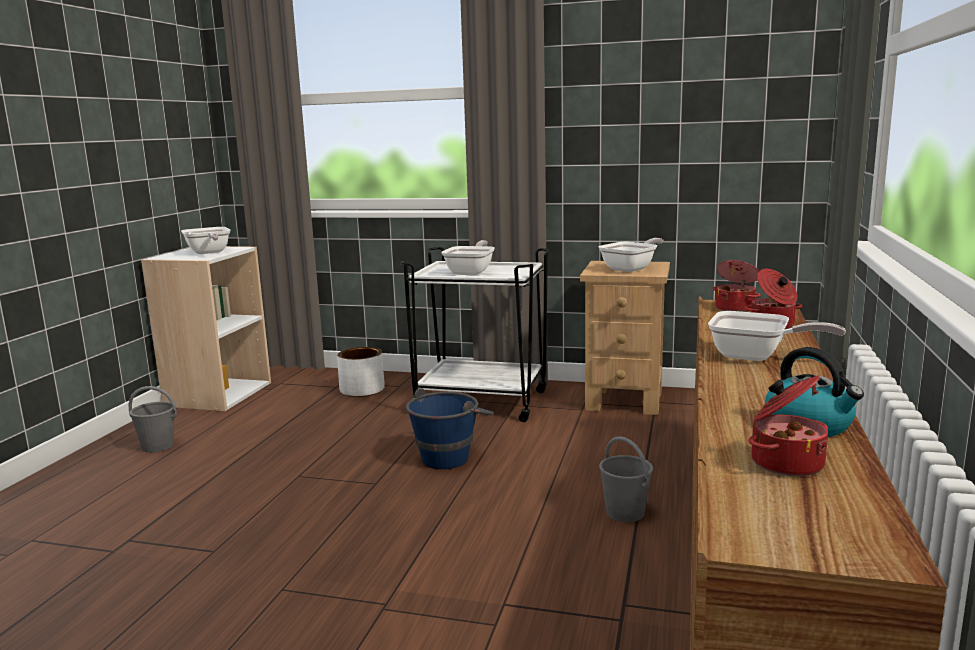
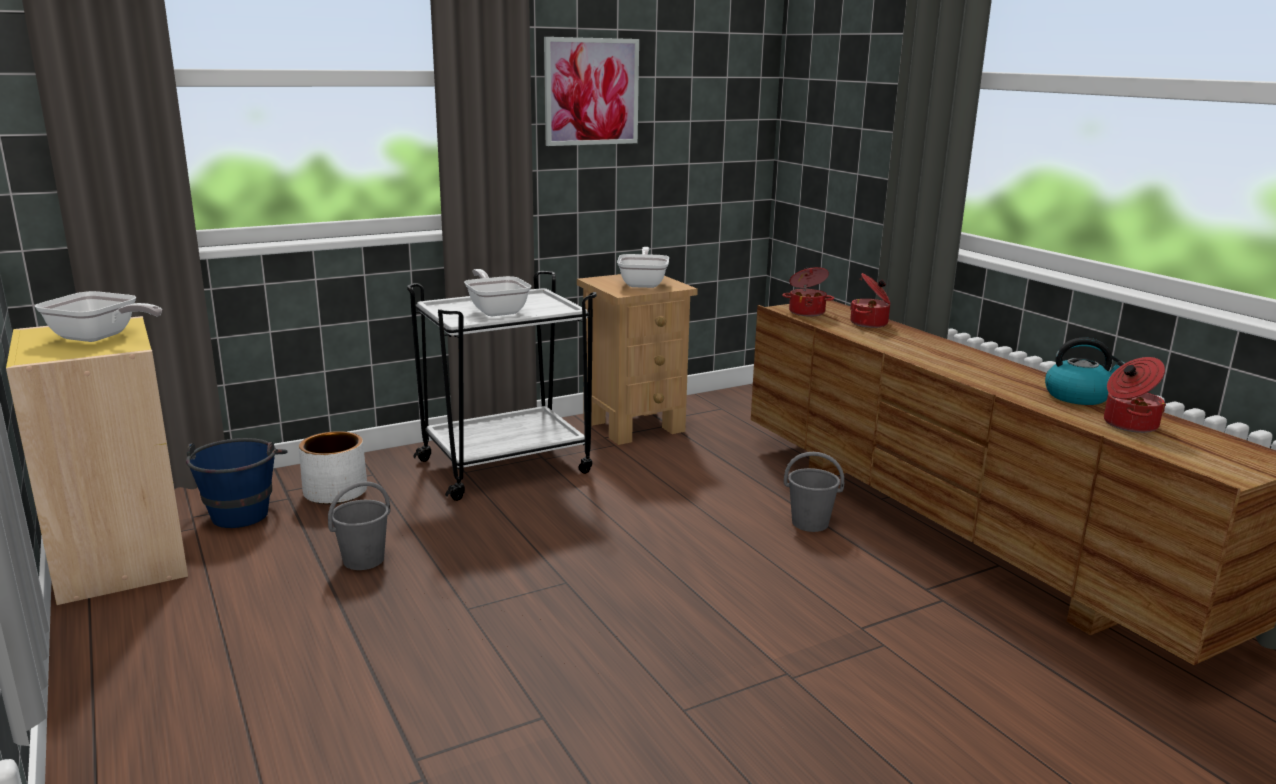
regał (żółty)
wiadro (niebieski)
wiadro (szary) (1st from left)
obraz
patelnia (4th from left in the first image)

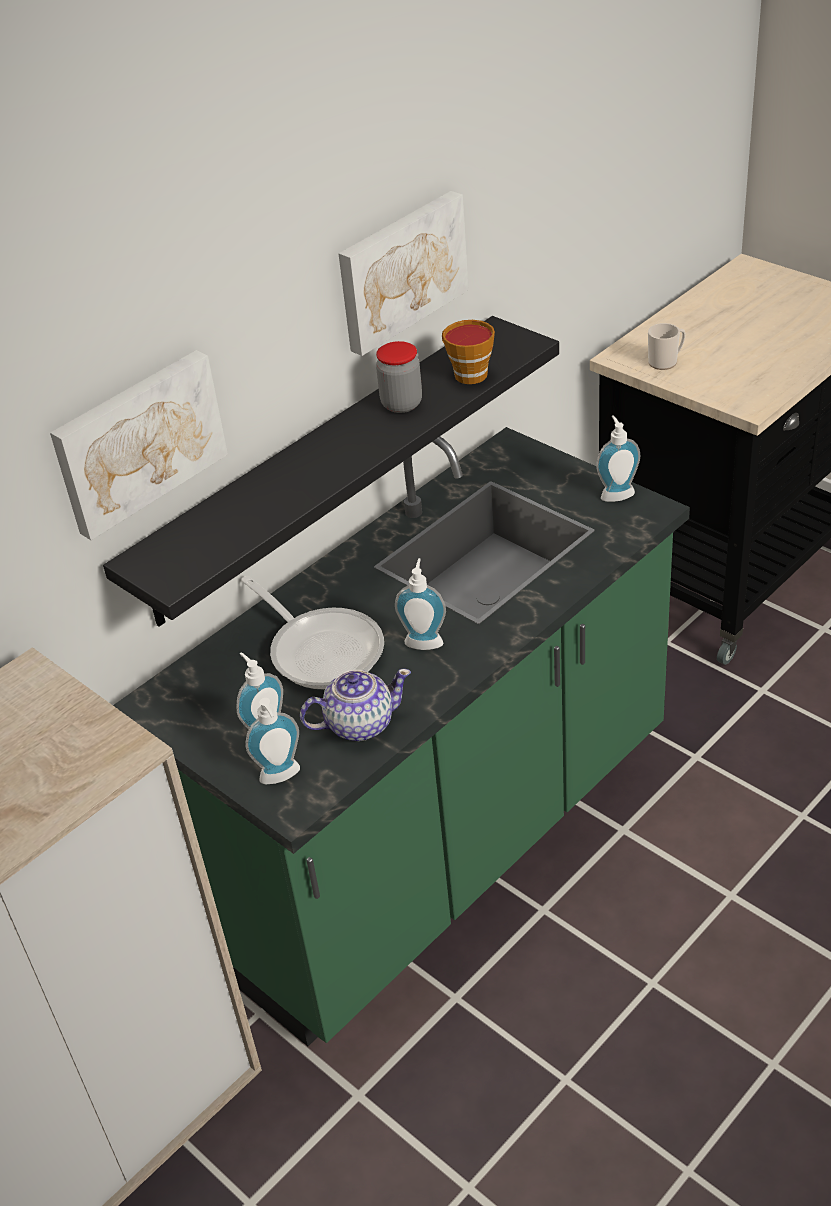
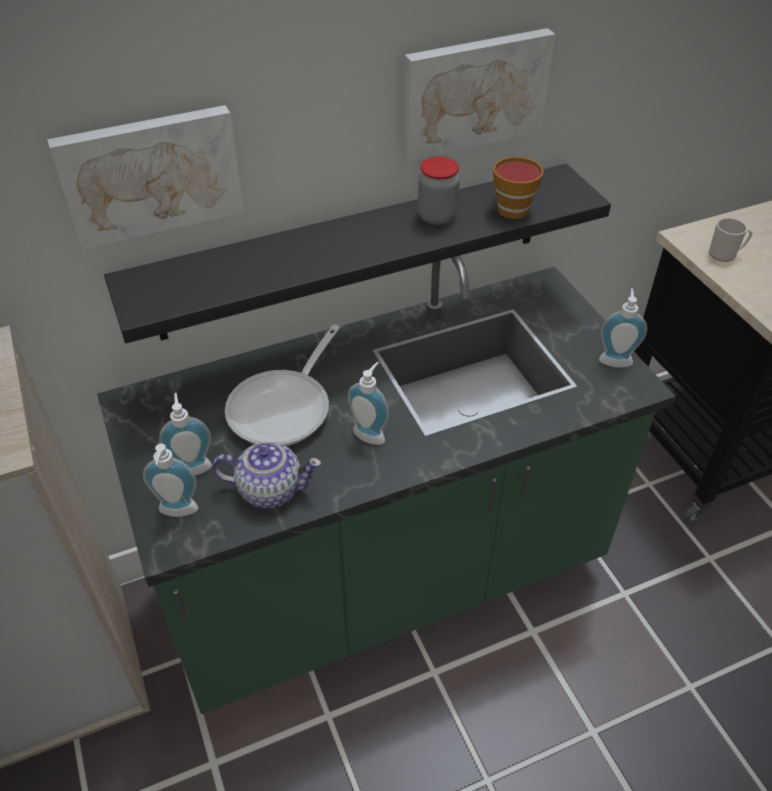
patelnia

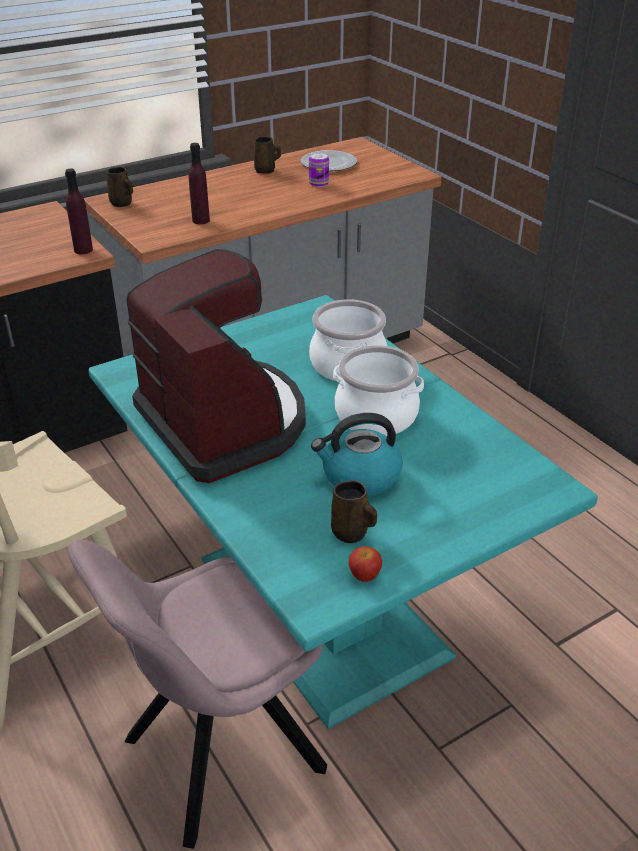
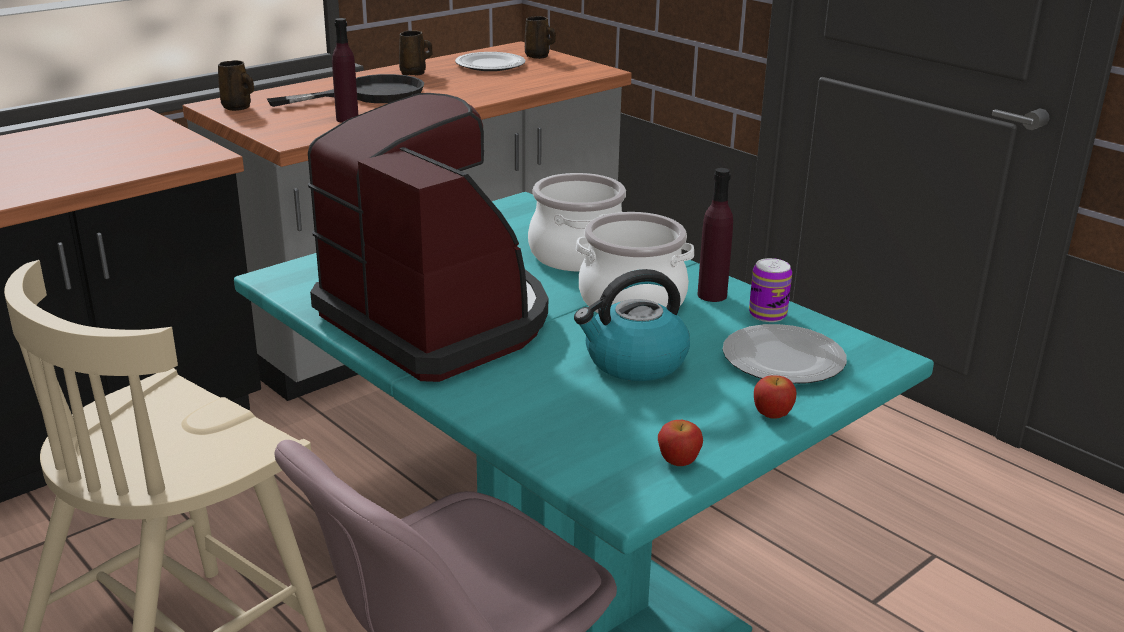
patelnia (czarny)
kubek (brązowy) (3rd from left)
butelka (fioletowy) (2nd from left)
talerz (2nd from left)
puszka
jabłko (2nd from left)

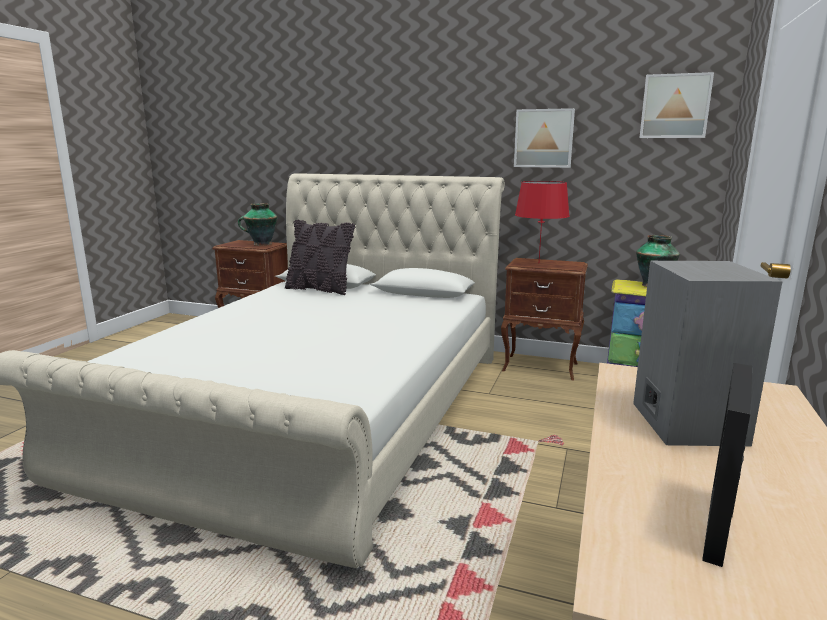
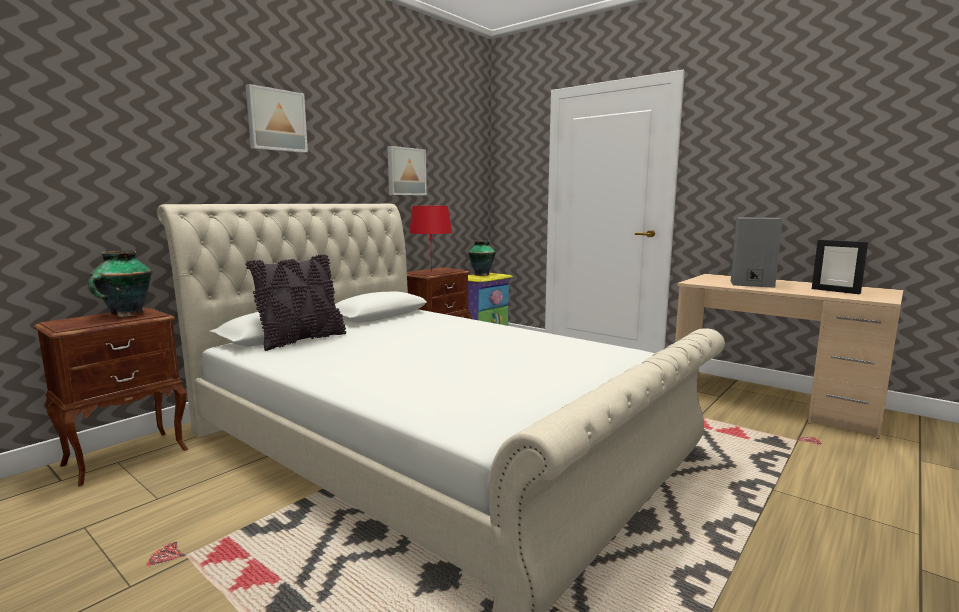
obraz (1st from left)

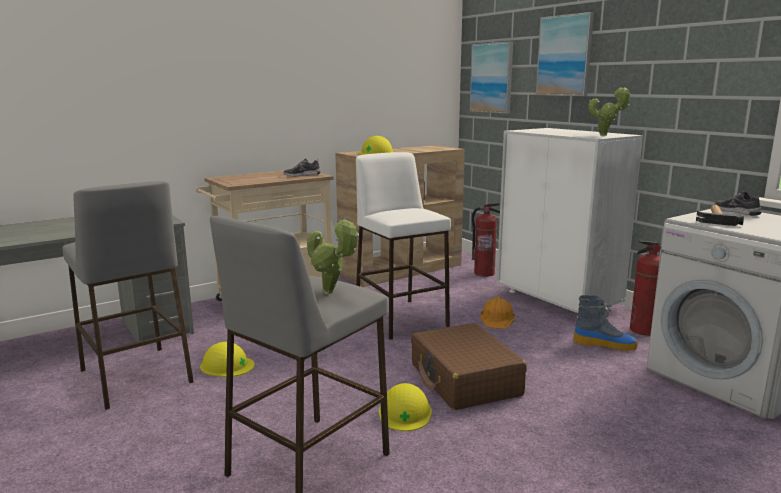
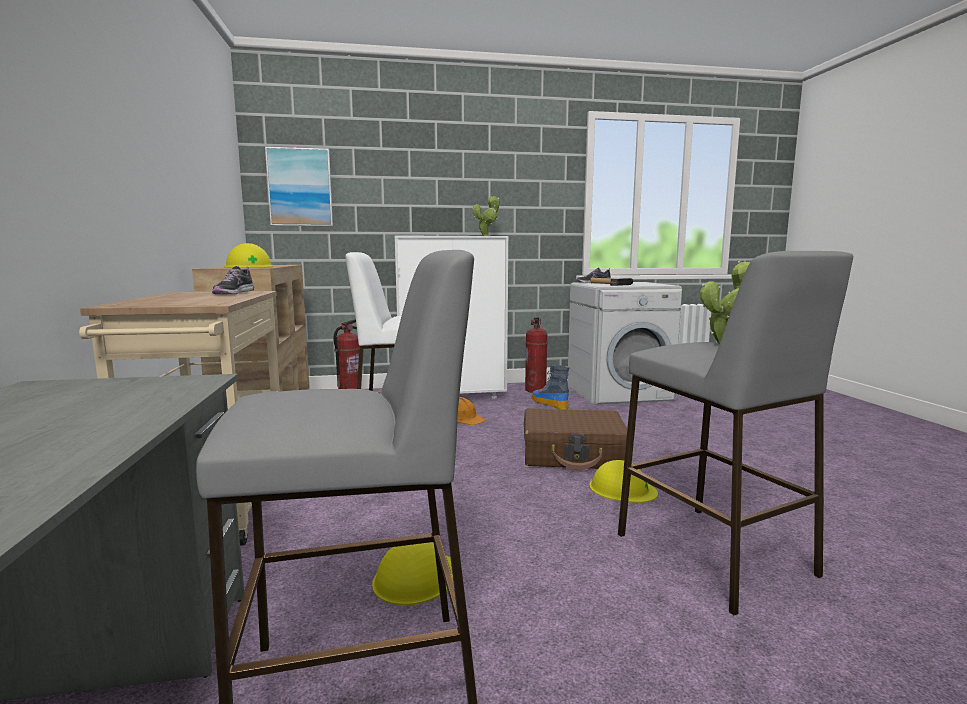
but z cholewką
obraz (2nd from left in the first image)

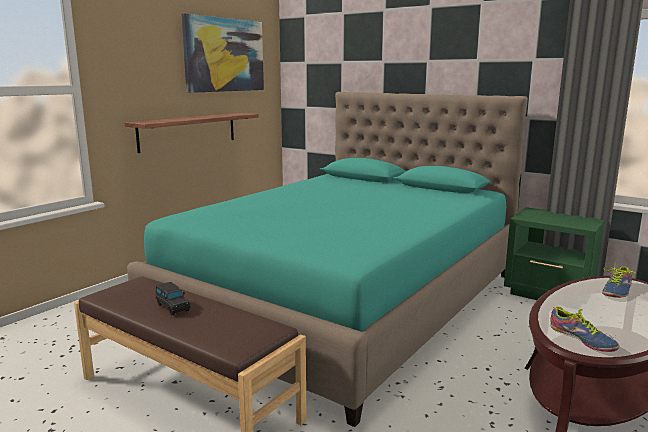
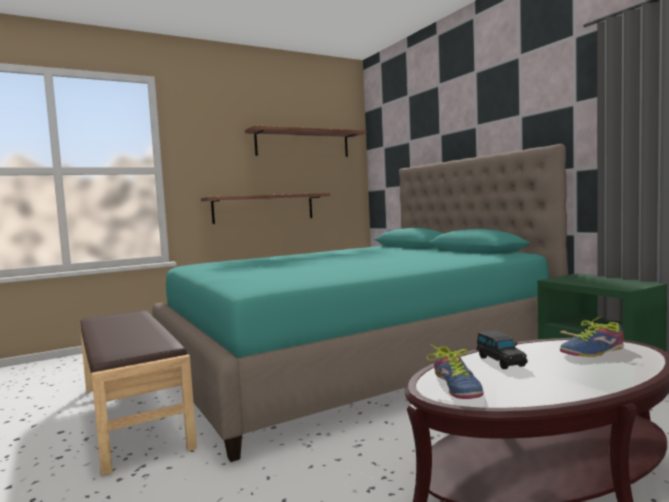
półka (2nd from left)
samochodzik (czarny)

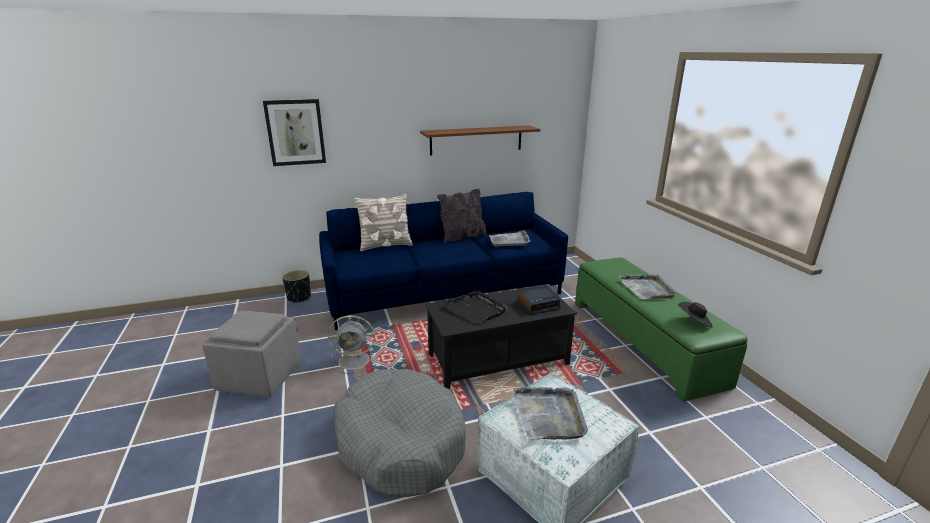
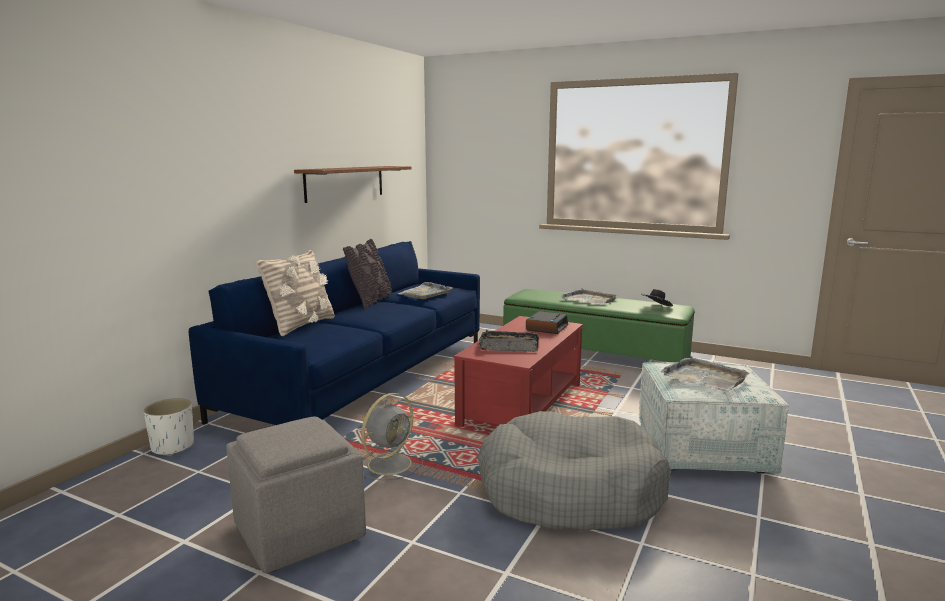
donica (biały)
ława (czerwony)
obraz

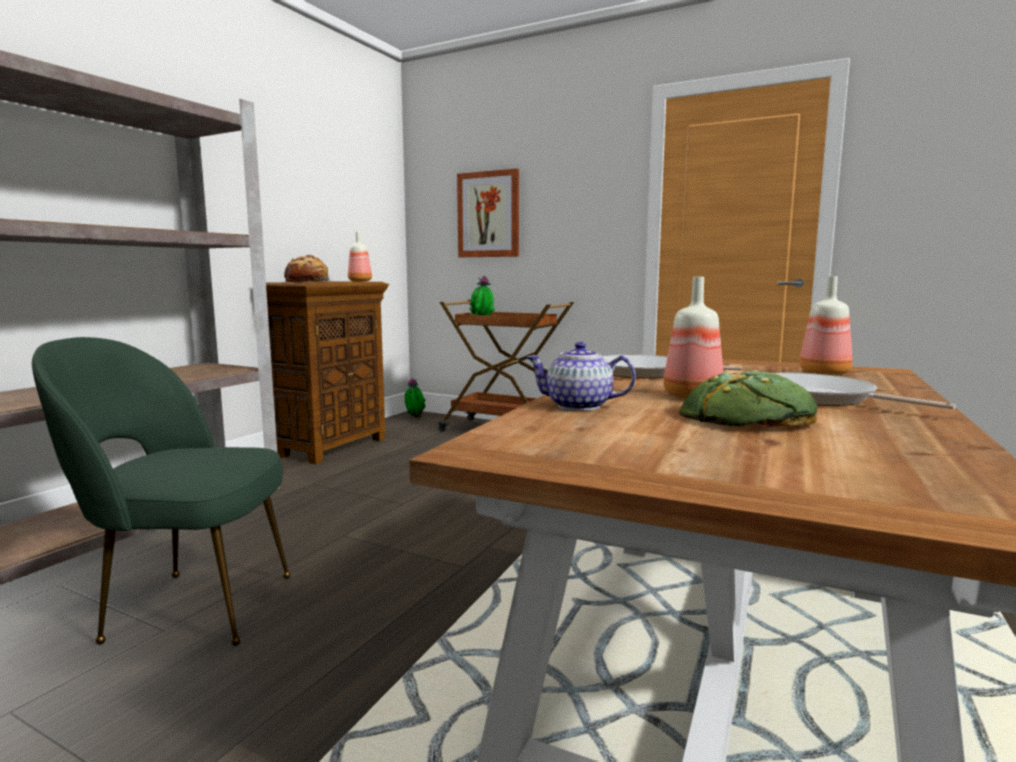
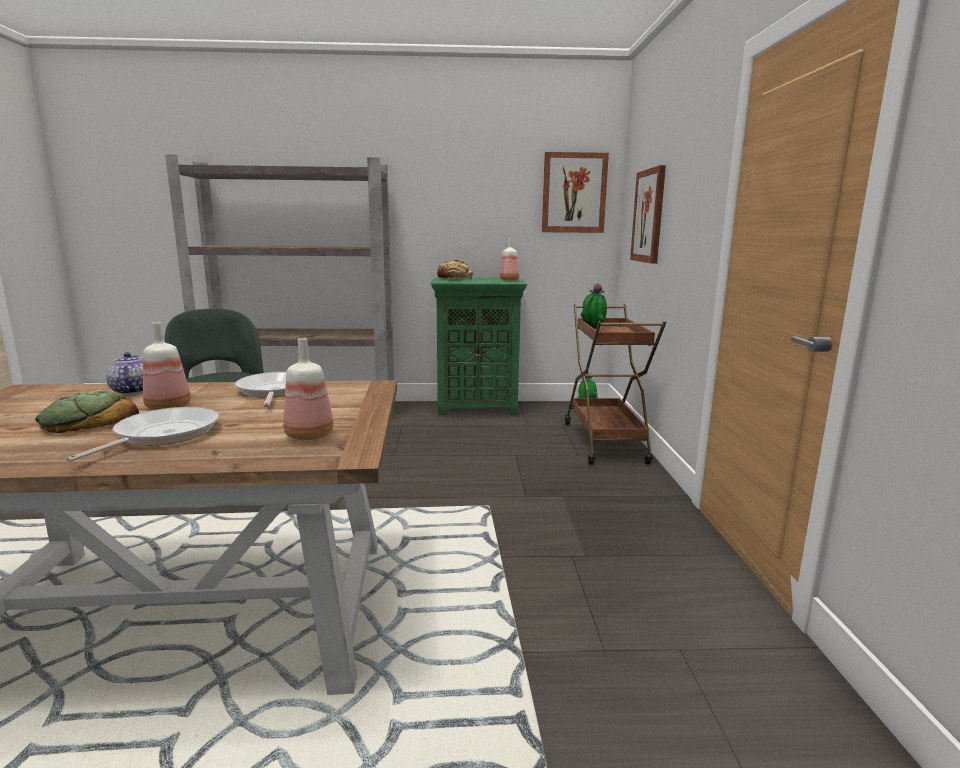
szafka (zielony)
obraz (1st from left)

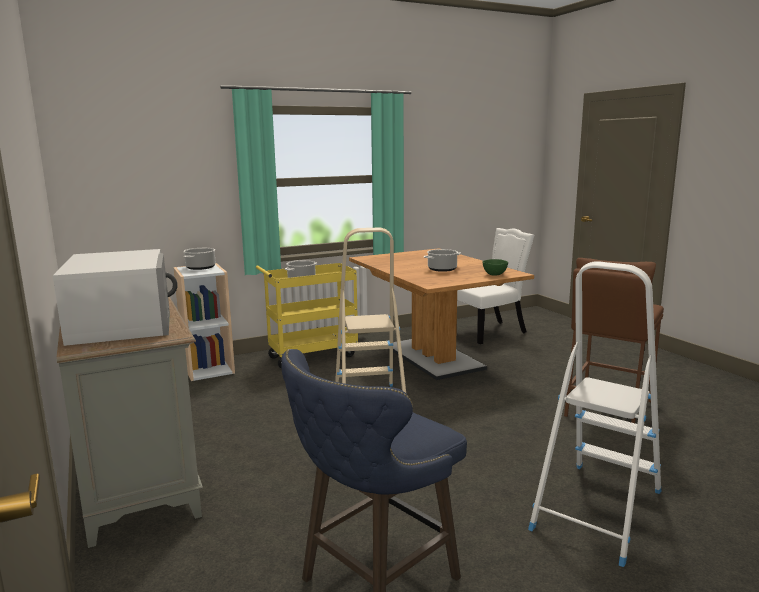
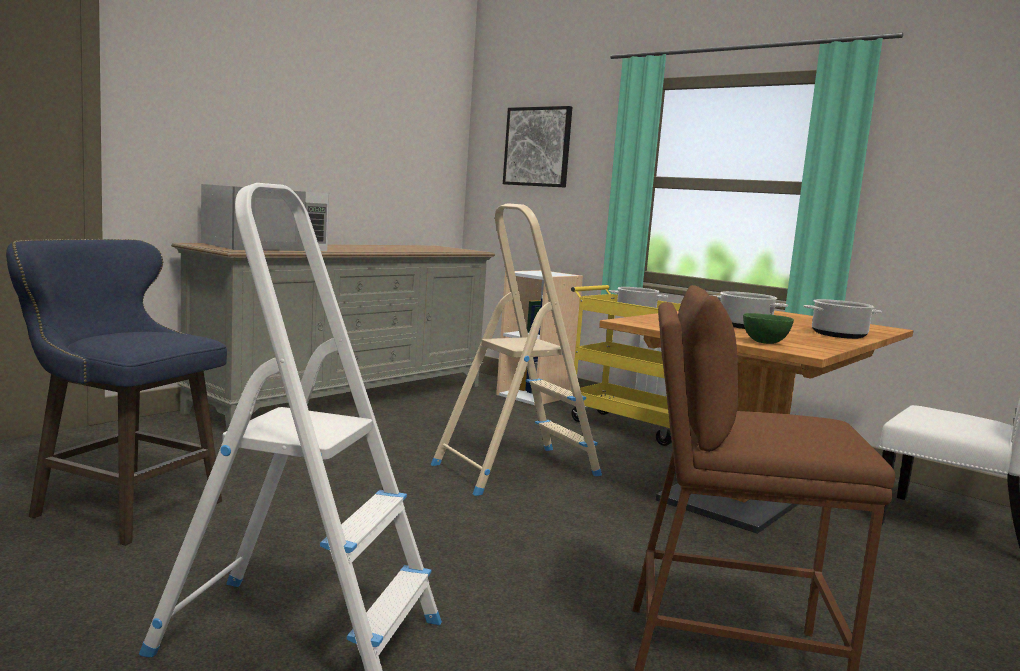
obraz
garnek (3rd from left)

